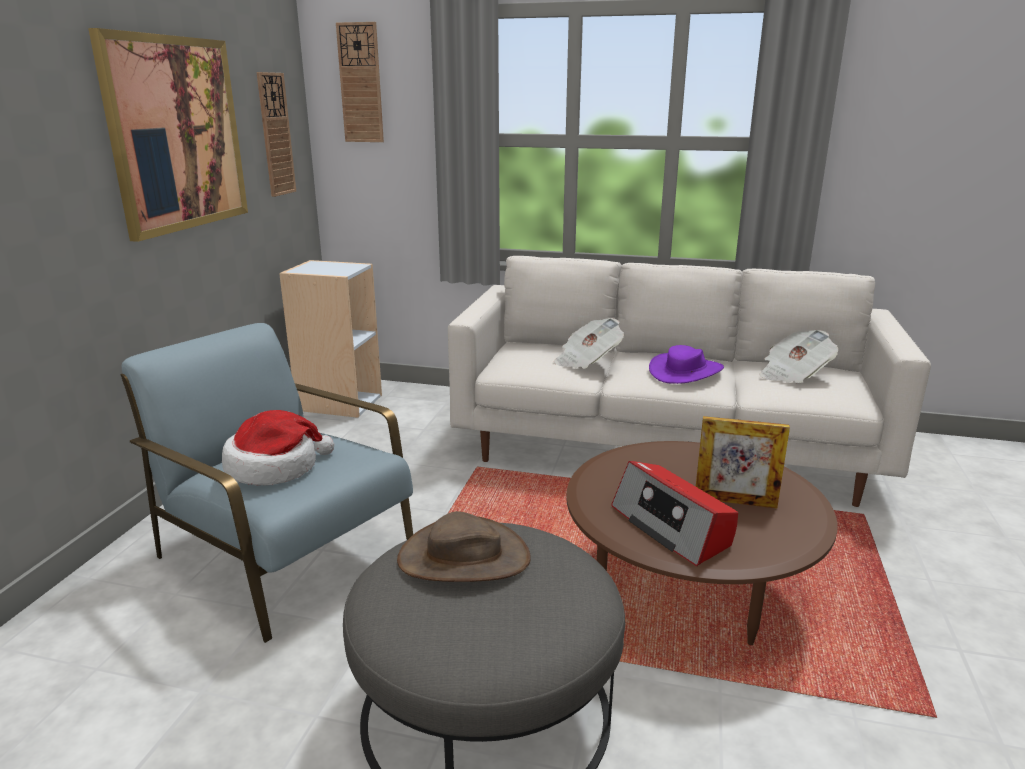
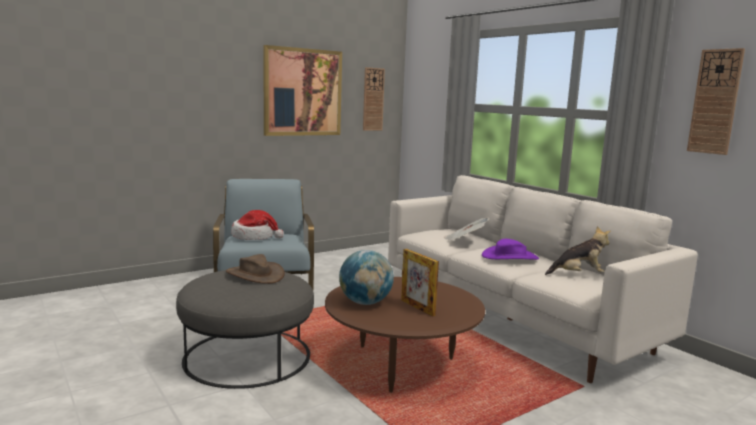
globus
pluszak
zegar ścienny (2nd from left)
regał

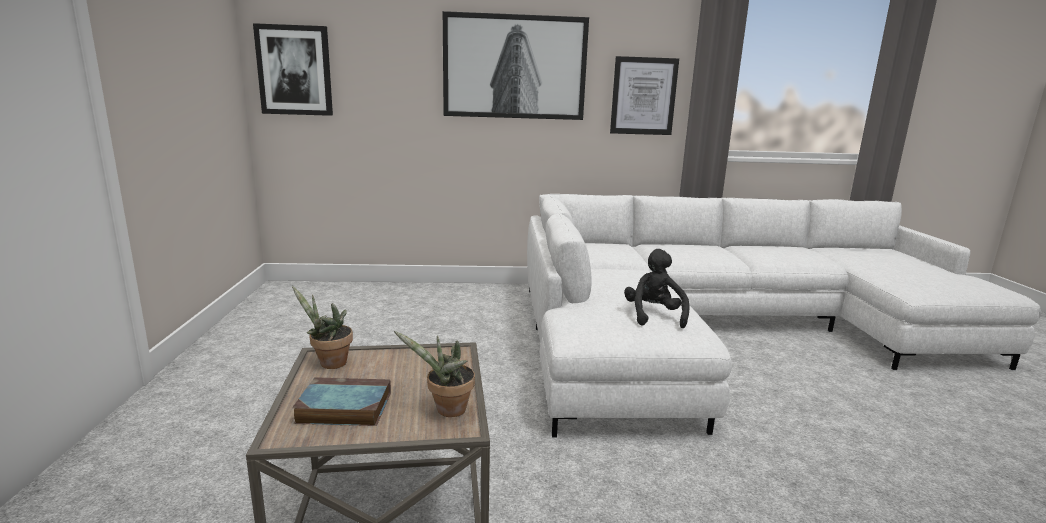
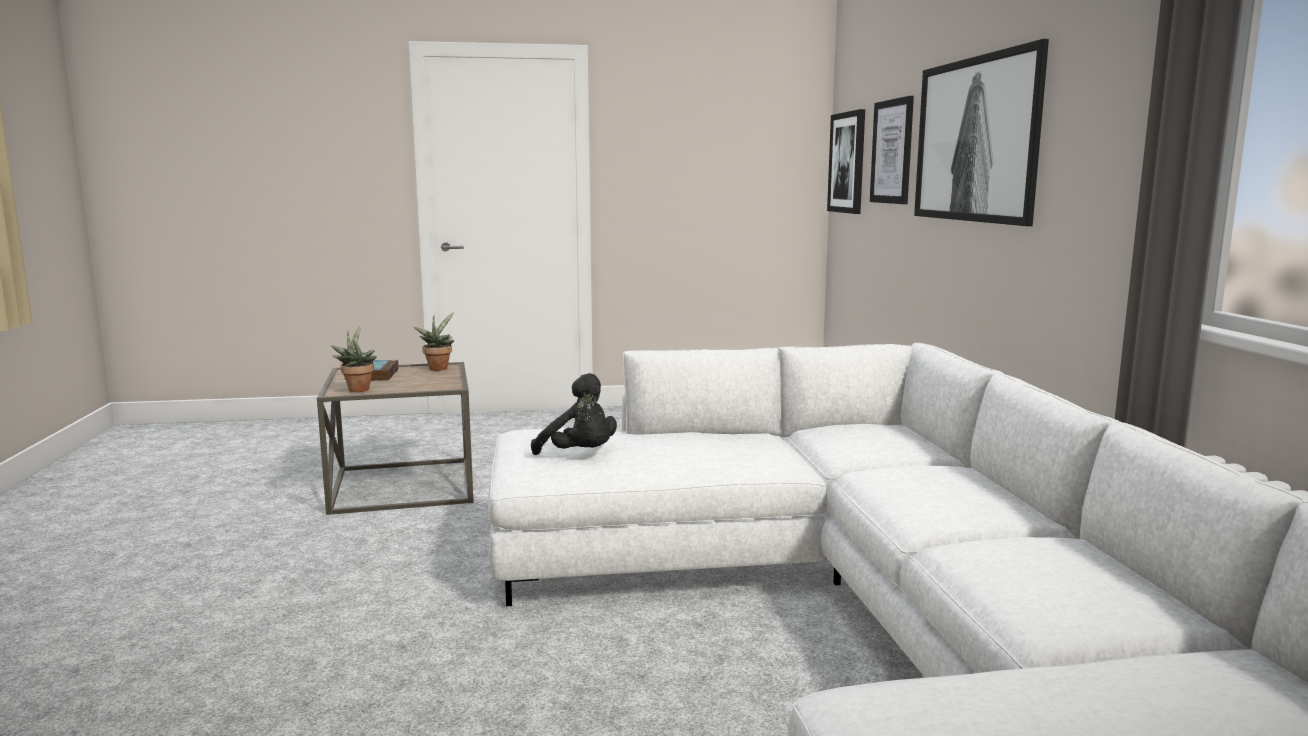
pluszak (czarny)
obraz (2nd from left)

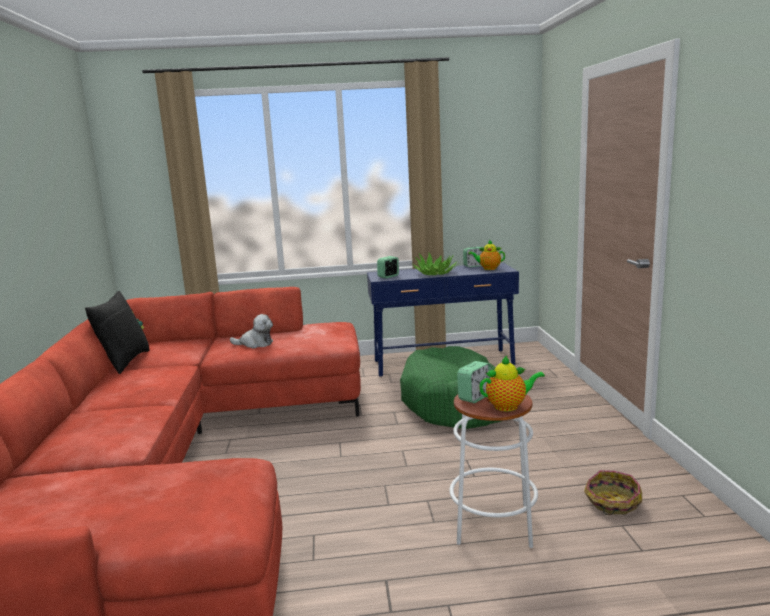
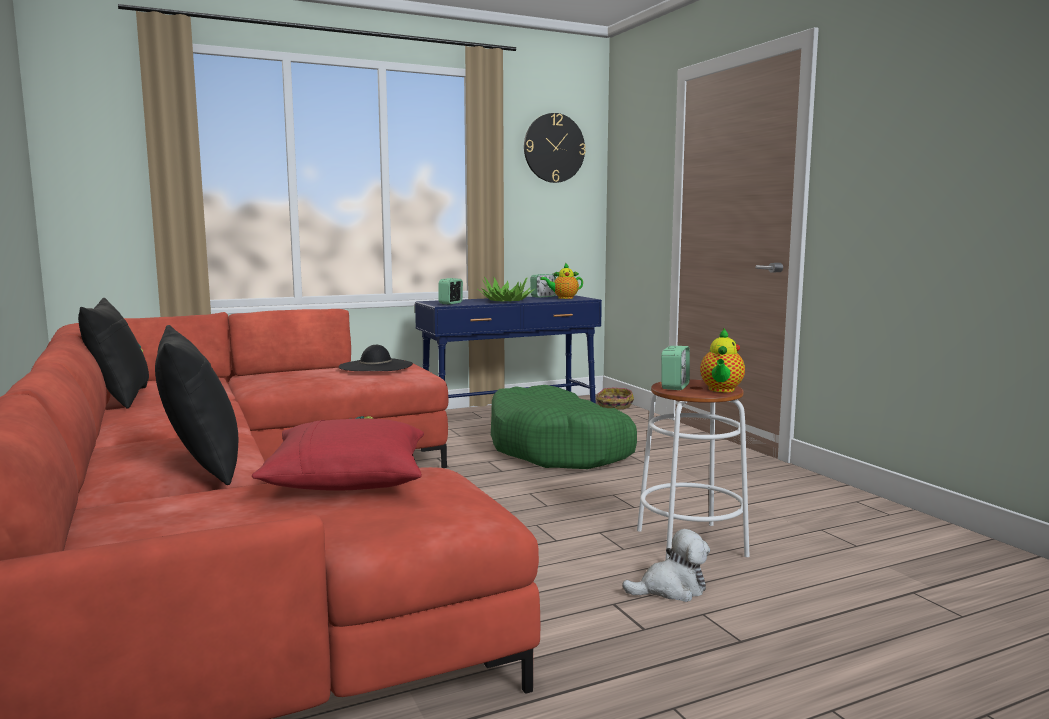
poduszka (czarny) (2nd from left)
poduszka (czerwony)
kapelusz (czarny)
zegar ścienny
koszyk
pluszak
imbryk (2nd from left)

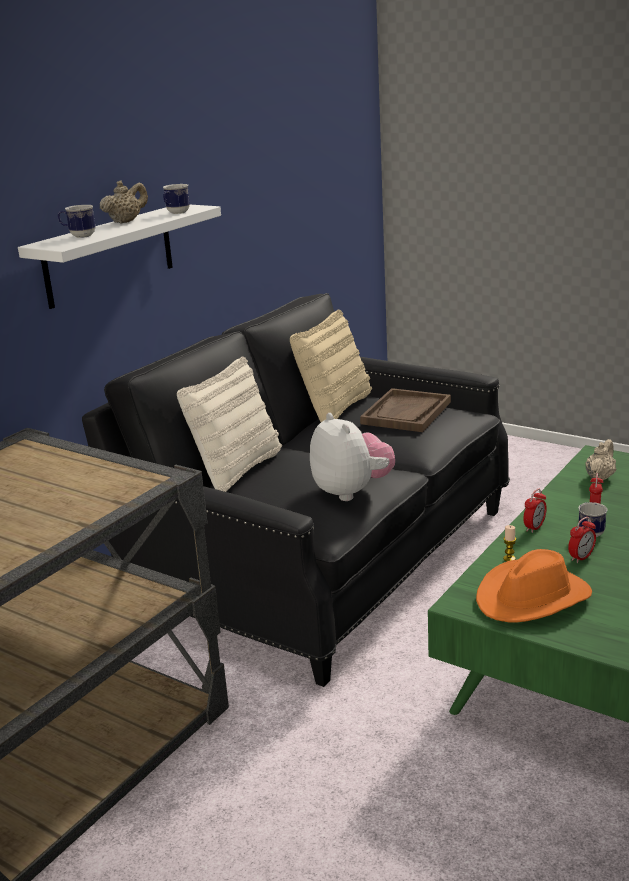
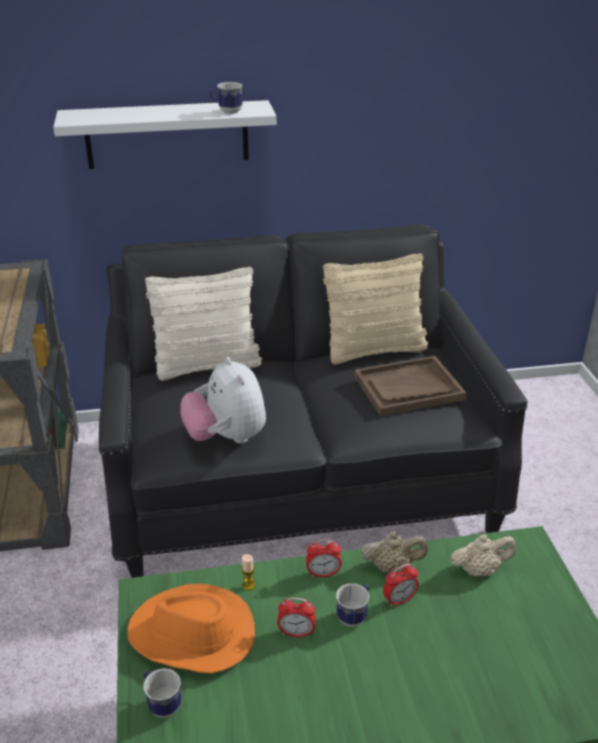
kubek (1st from left)
pluszak
imbryk (beżowy) (1st from left)

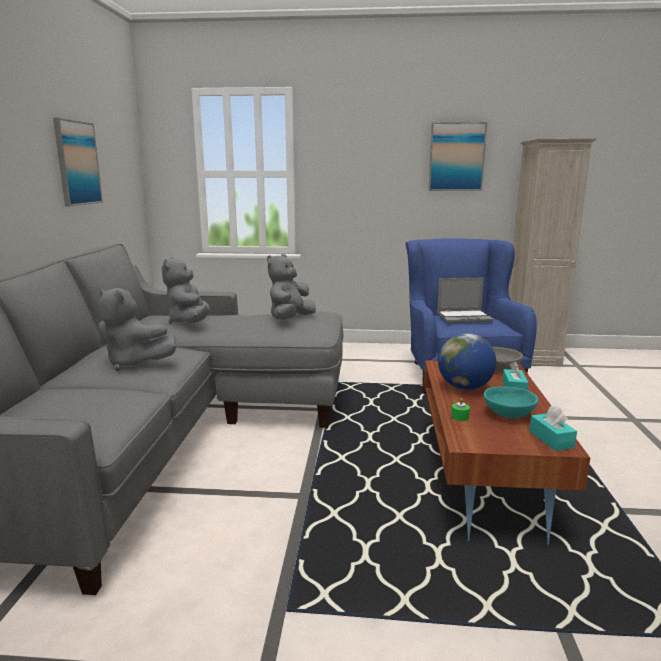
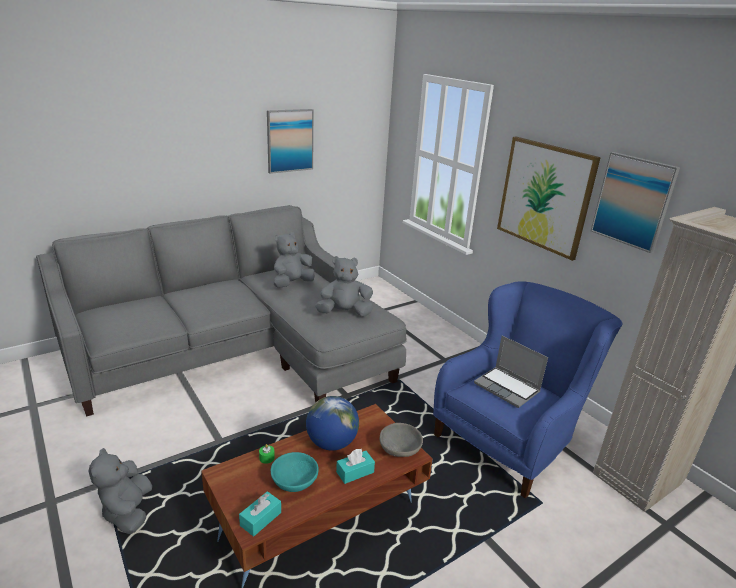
pluszak (szary) (1st from left)
obraz (2nd from left)

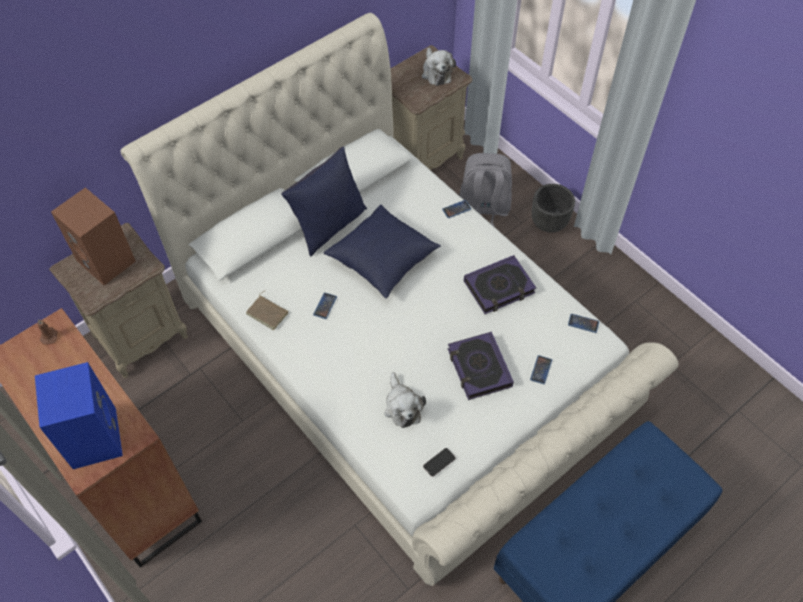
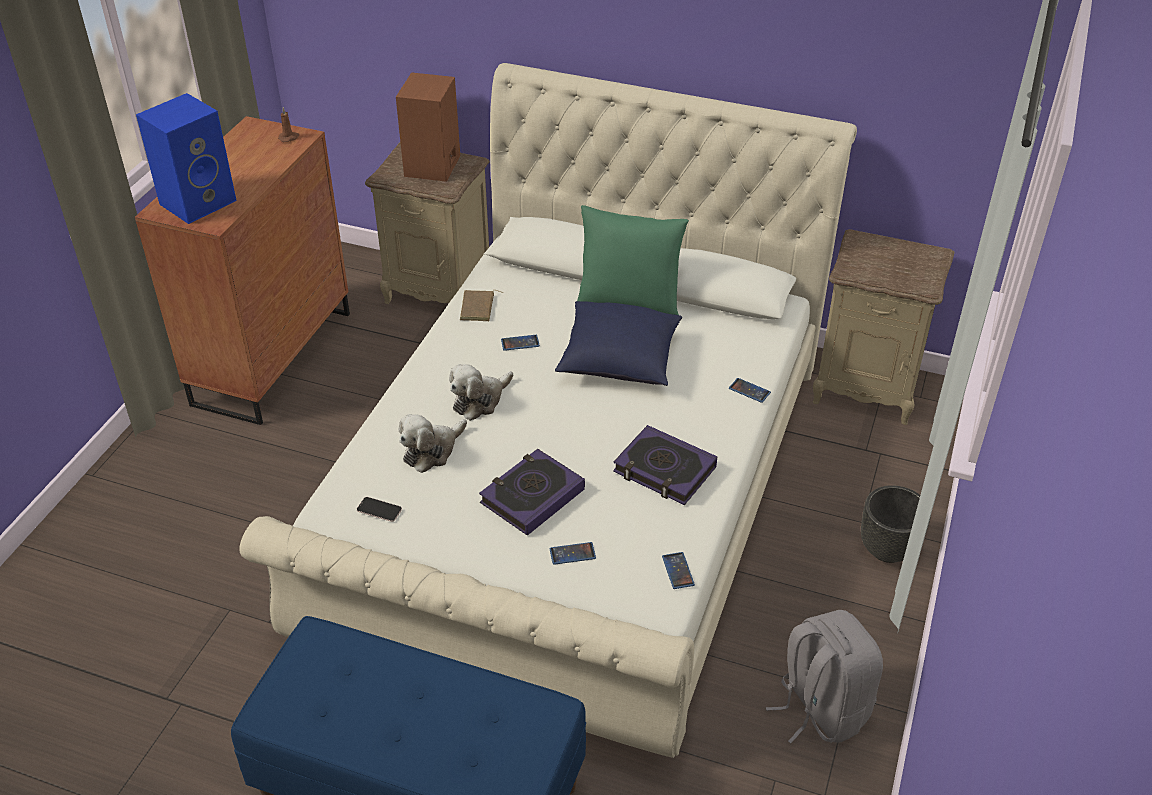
pluszak (2nd from left)
poduszka (zielony)
plecak (szary)

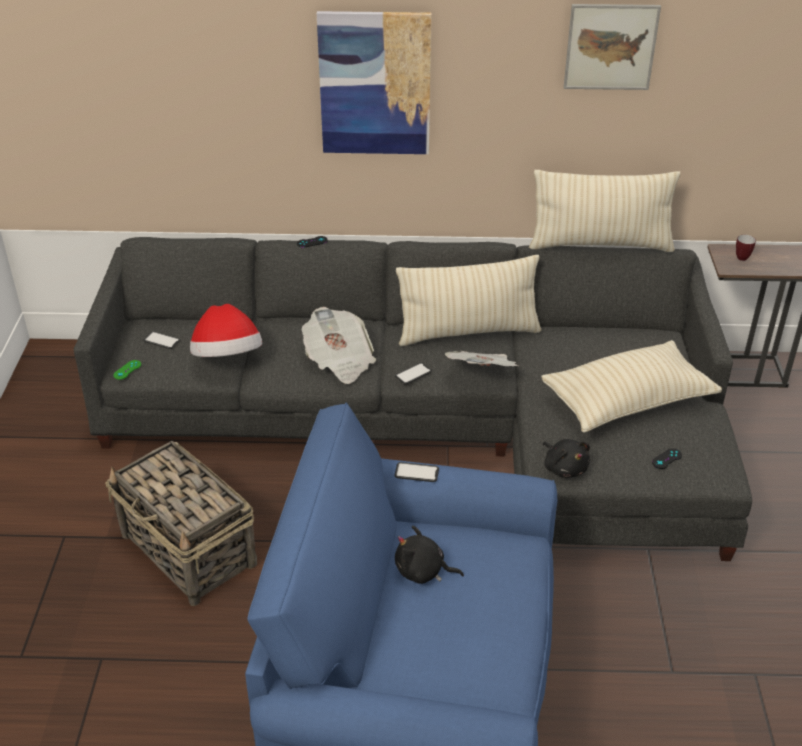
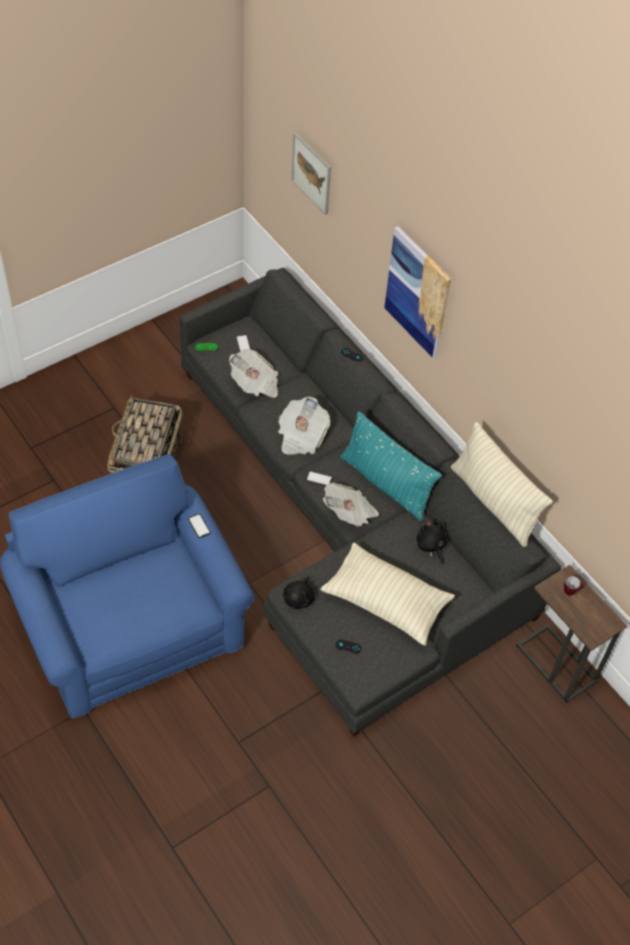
gazeta (1st from left)
obraz (1st from left)
poduszka (turkusowy)
pluszak (czarny) (2nd from left)

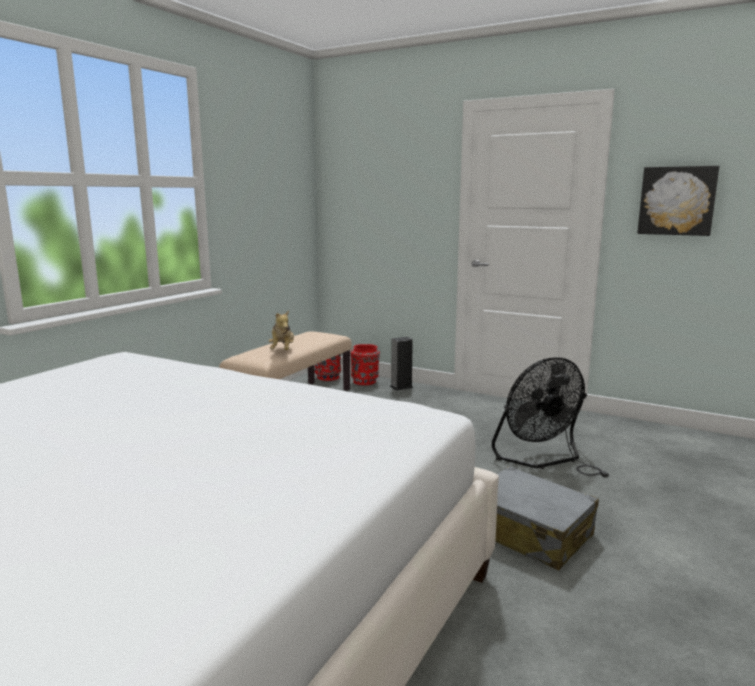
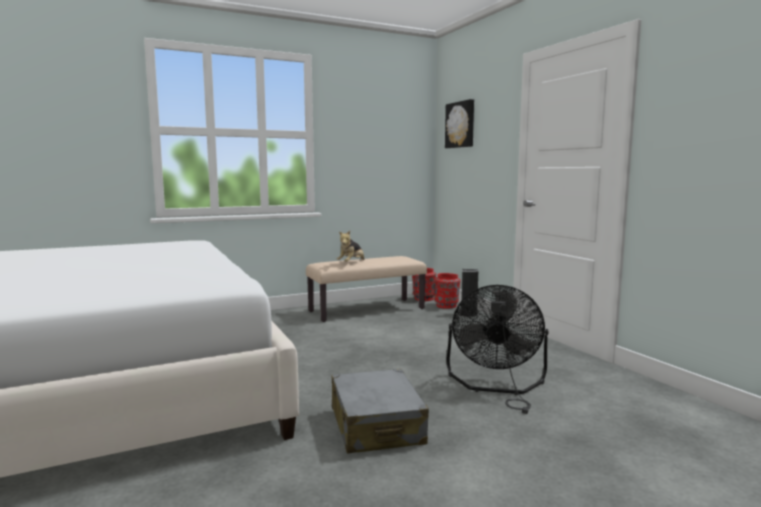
obraz

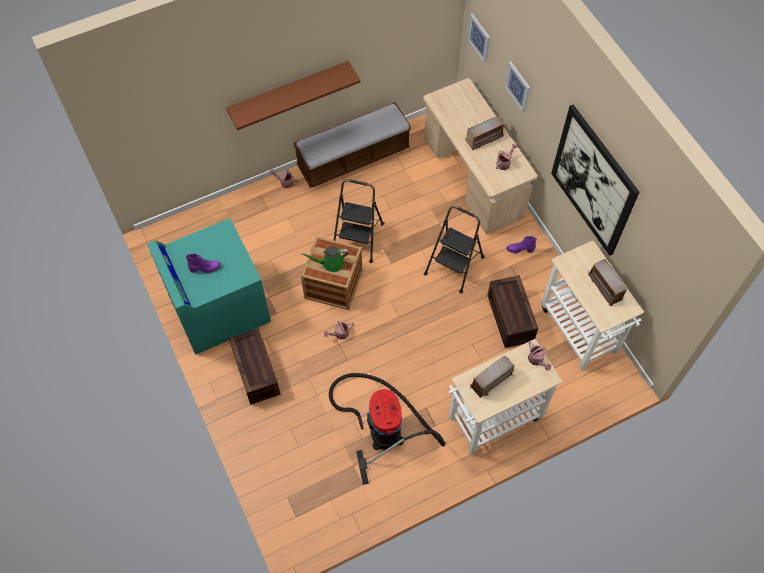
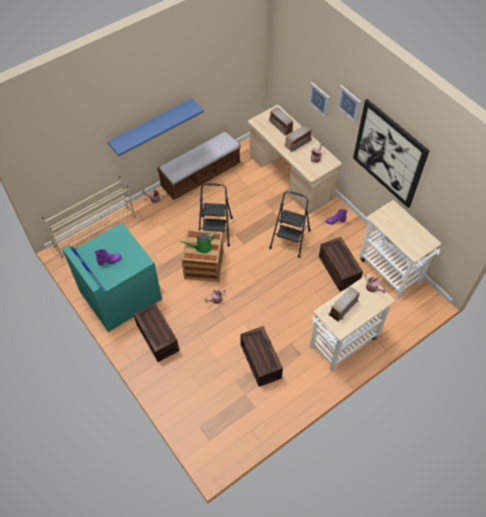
regał na buty (beżowy)
półka (niebieski)
skrzynka (3rd from left)
radio (1st from left)
obraz (2nd from left)

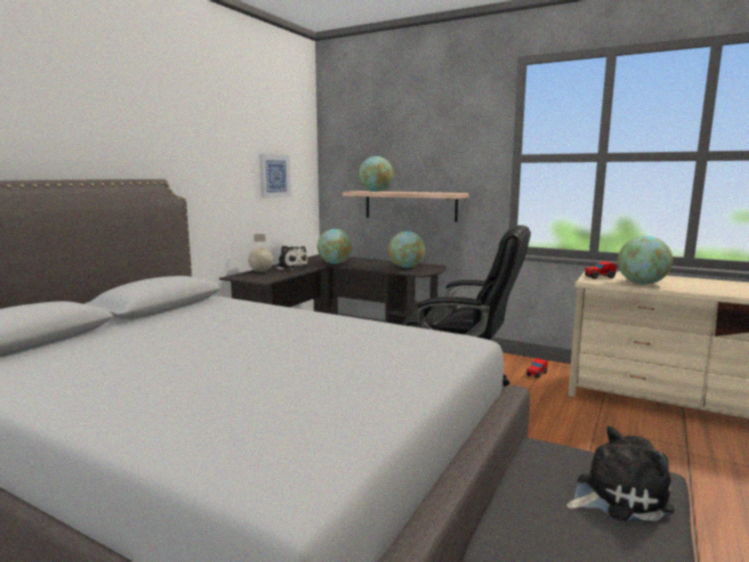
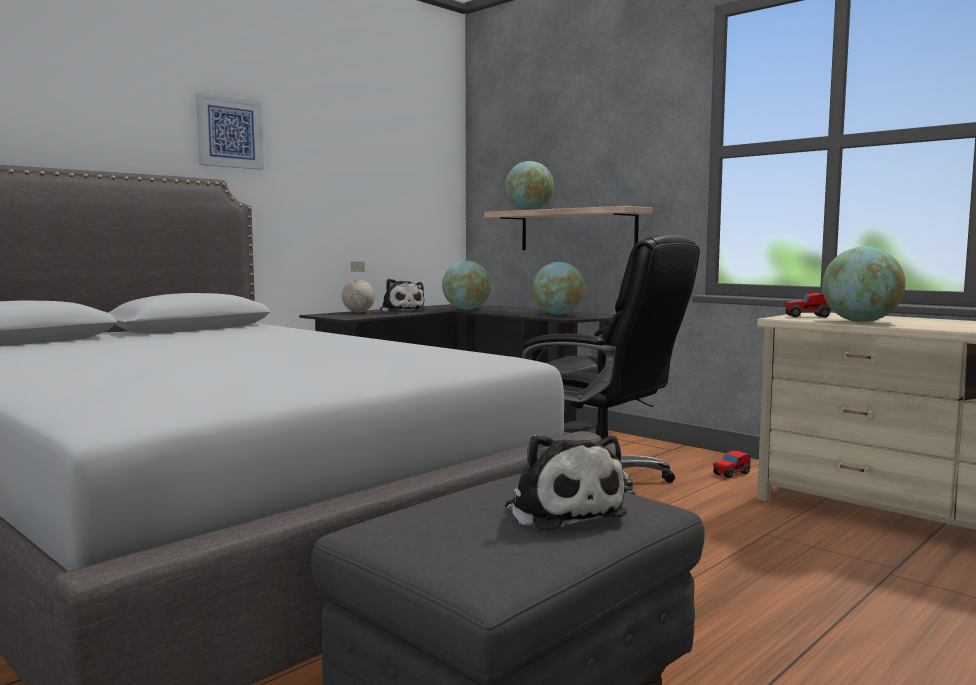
obraz
pluszak (2nd from left)

